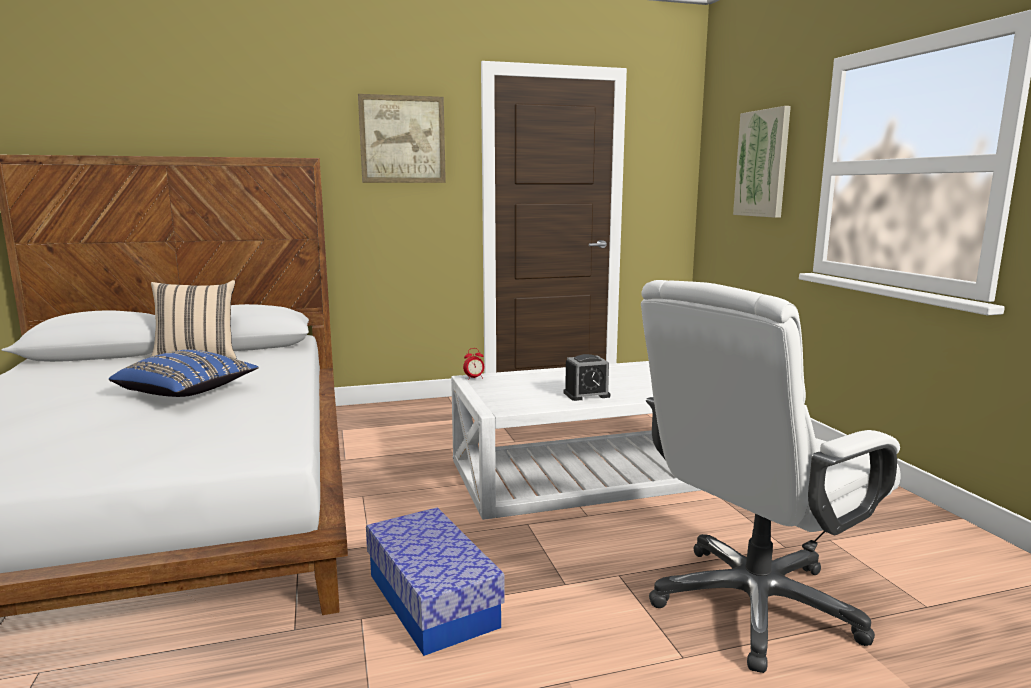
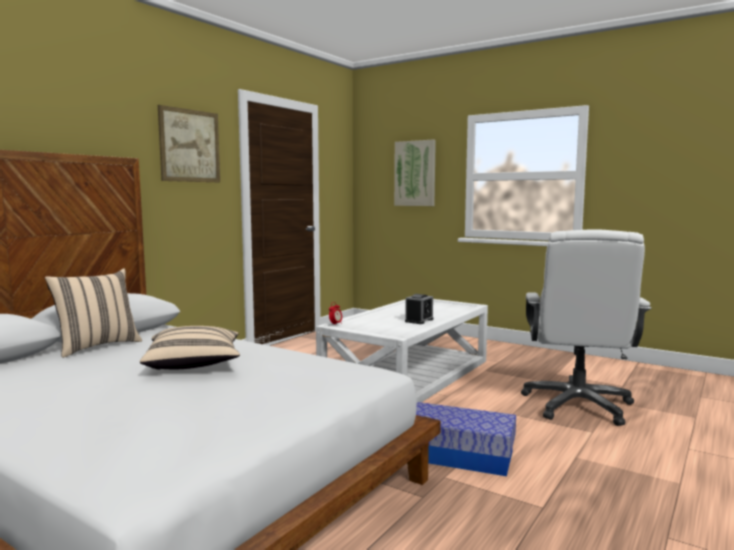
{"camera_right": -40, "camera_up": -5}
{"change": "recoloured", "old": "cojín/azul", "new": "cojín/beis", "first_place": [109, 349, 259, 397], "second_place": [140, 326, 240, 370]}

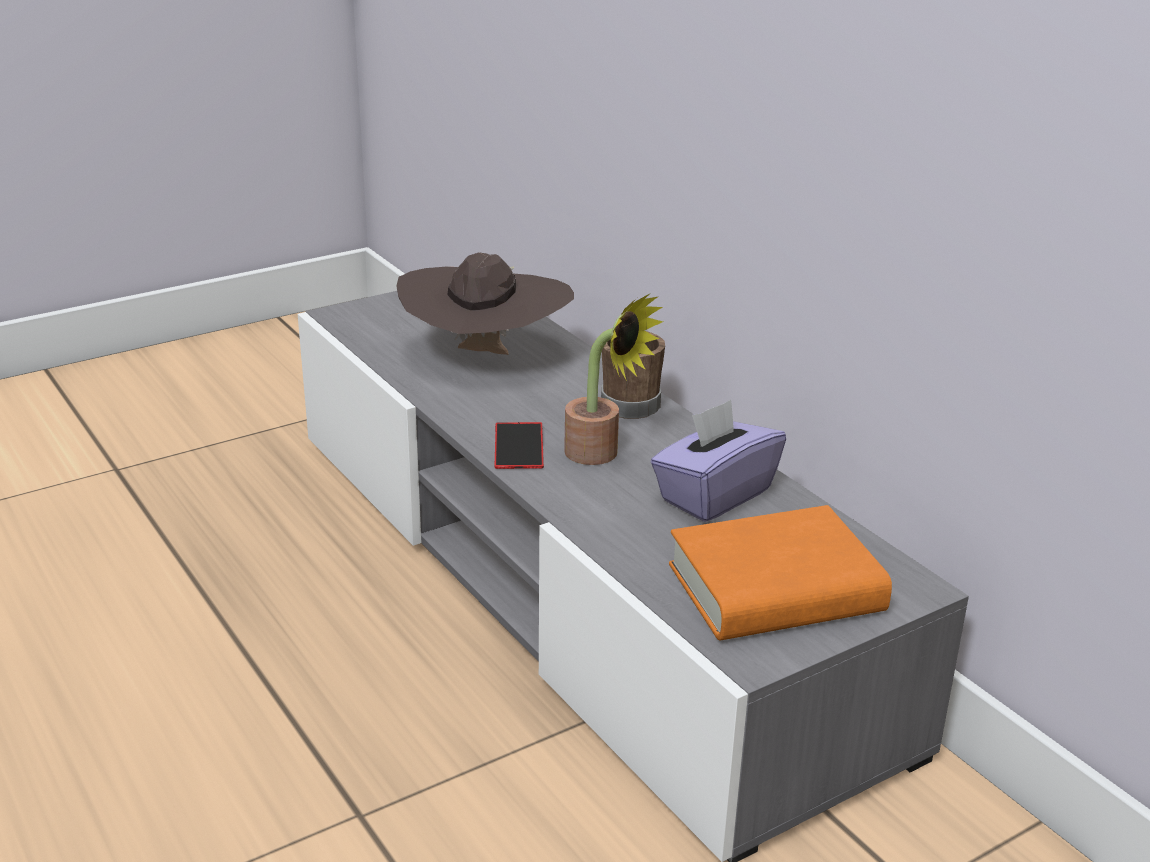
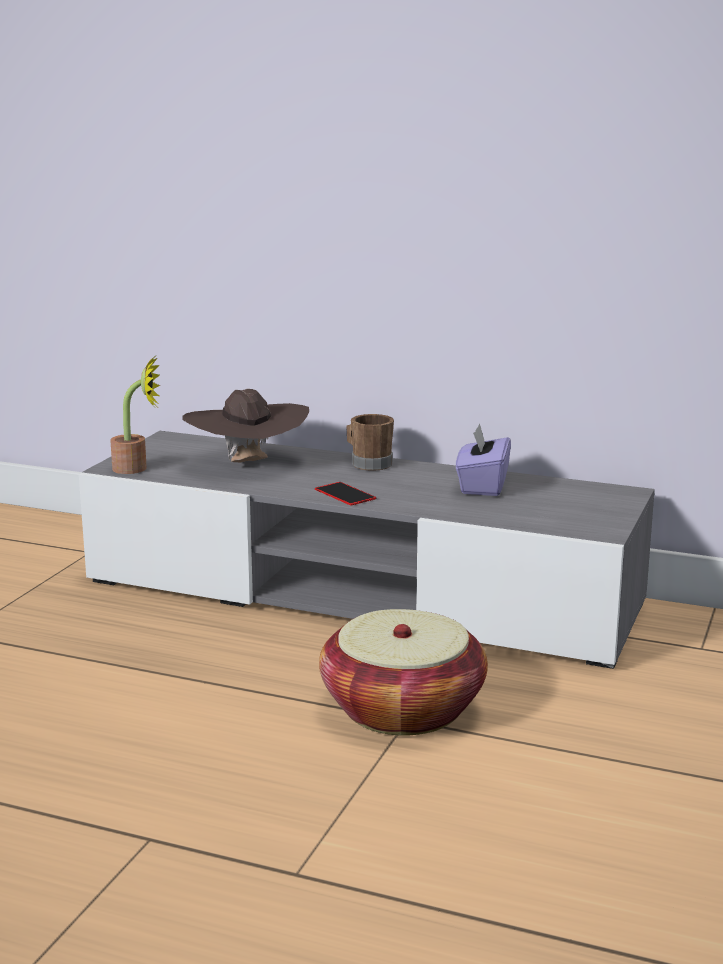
{"camera_right": -35, "camera_up": -10}
{"change": "removed", "old": "libro/naranja", "first_place": [669, 505, 892, 641]}
{"change": "added", "new": "cesta", "second_place": [319, 609, 488, 736]}
{"change": "moved", "old": "planta en maceta", "first_place": [564, 293, 663, 465], "second_place": [110, 356, 160, 474]}

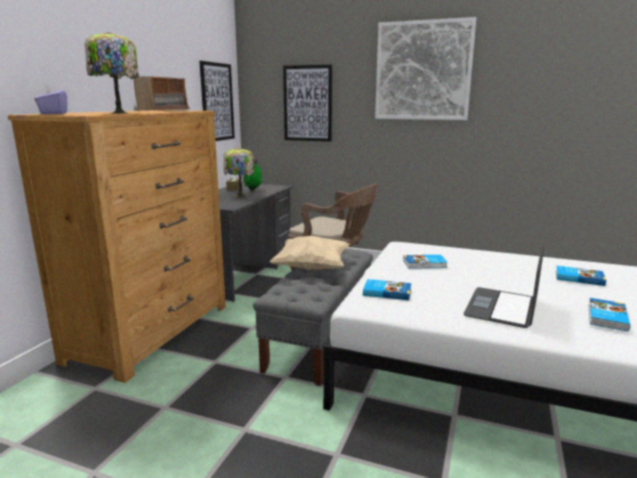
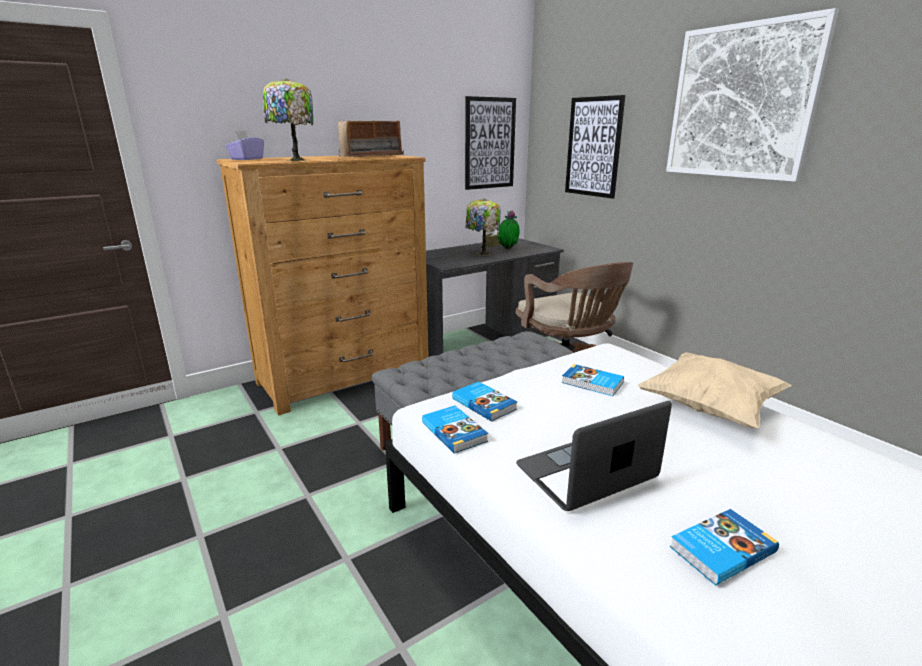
{"camera_right": 35, "camera_up": 5}
{"change": "moved", "old": "cojín/beis", "first_place": [269, 236, 350, 270], "second_place": [638, 352, 791, 428]}
{"change": "moved", "old": "libro", "first_place": [556, 266, 606, 286], "second_place": [422, 406, 488, 454]}

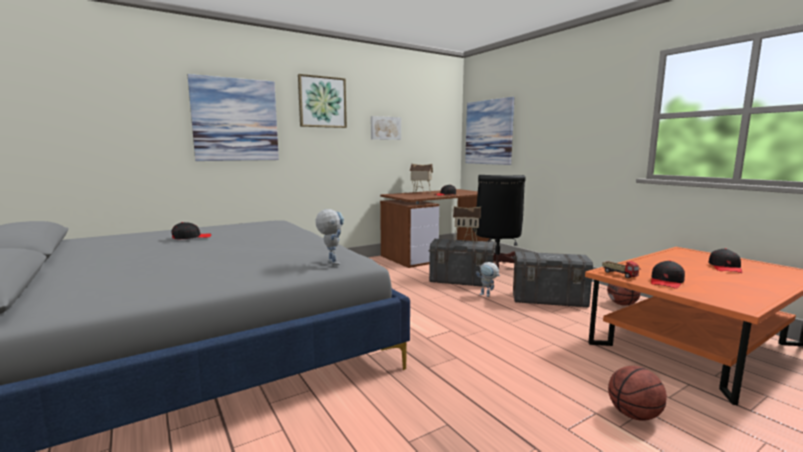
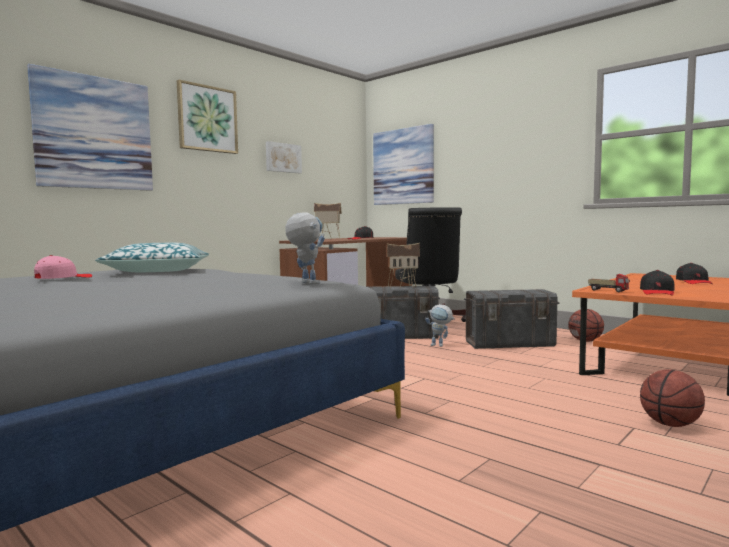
{"camera_right": -15, "camera_up": -5}
{"change": "added", "new": "cojín", "second_place": [95, 243, 209, 272]}
{"change": "recoloured", "old": "gorra/negro", "new": "gorra/rosa", "first_place": [171, 222, 211, 239], "second_place": [34, 255, 92, 279]}

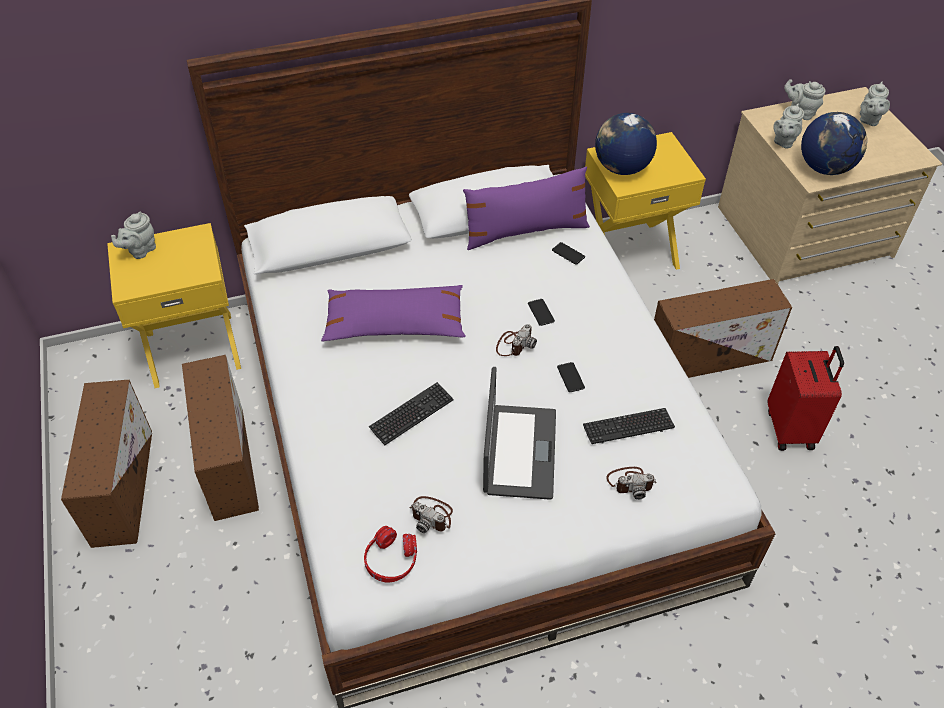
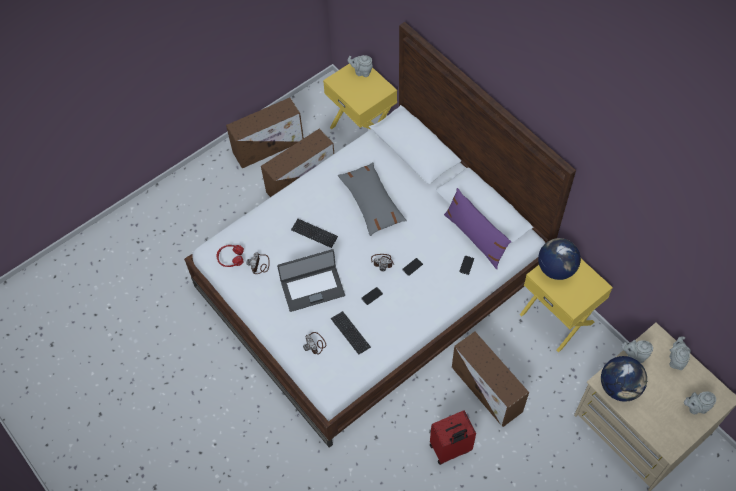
{"camera_right": 70, "camera_up": 10}
{"change": "recoloured", "old": "cojín/morado", "new": "cojín/gris", "first_place": [321, 285, 466, 342], "second_place": [338, 163, 407, 236]}

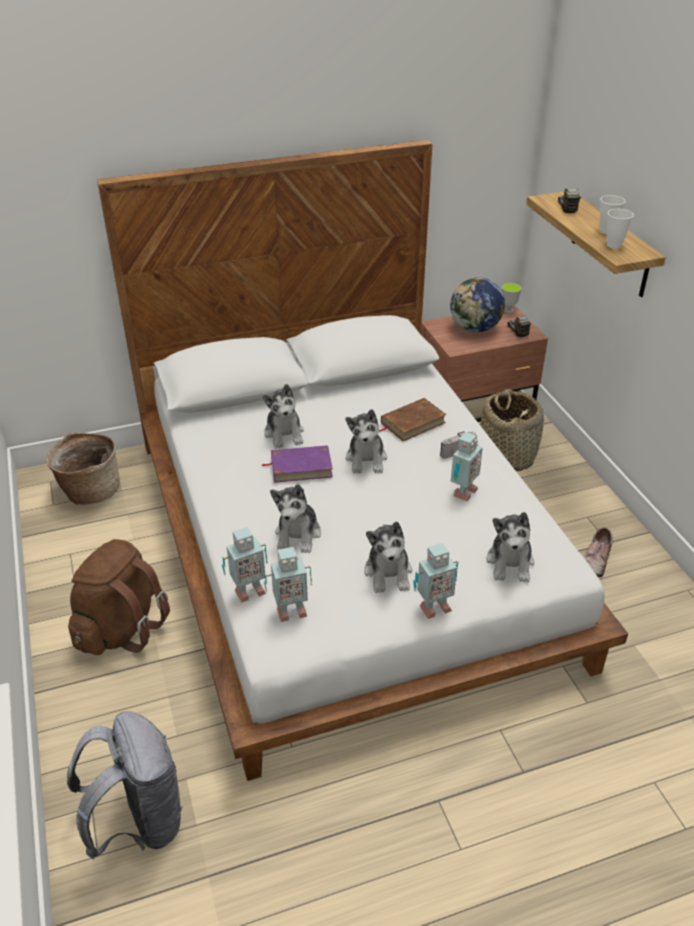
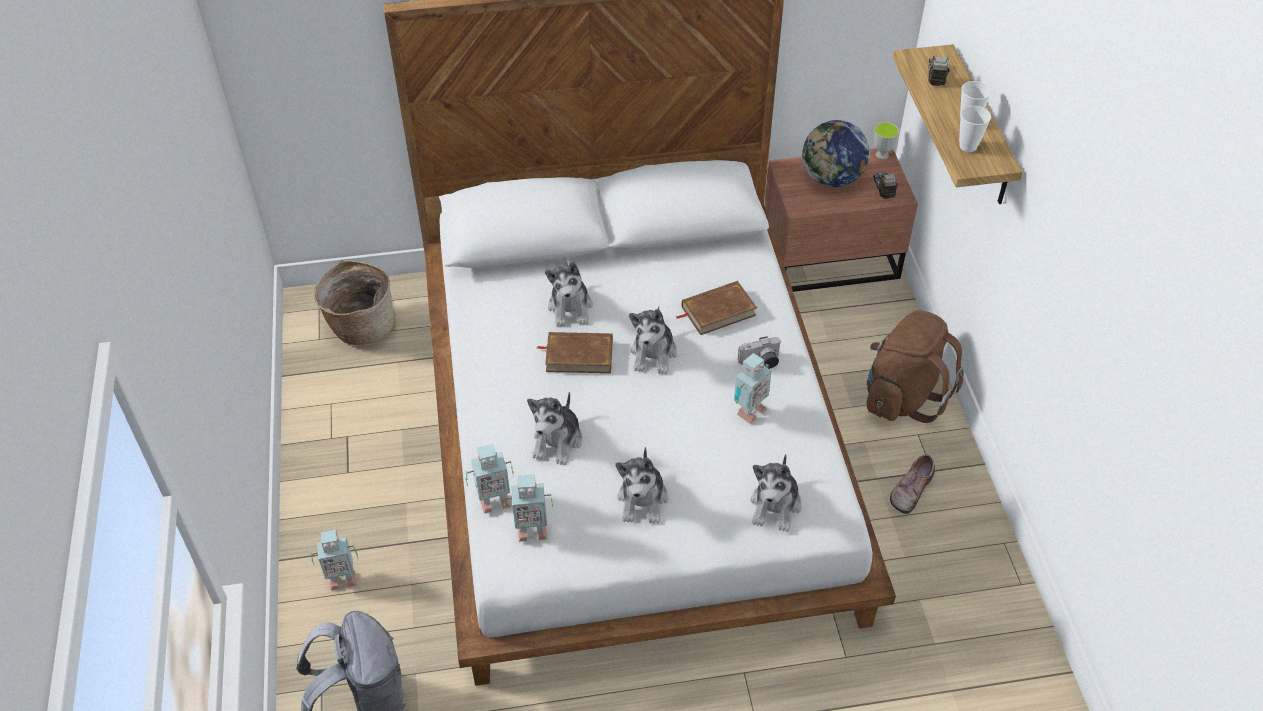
{"camera_right": 10, "camera_up": 10}
{"change": "removed", "old": "cesta", "first_place": [480, 389, 544, 471]}
{"change": "moved", "old": "mochila/marrón", "first_place": [68, 539, 170, 655], "second_place": [867, 310, 964, 423]}
{"change": "moved", "old": "robot de juguete", "first_place": [414, 543, 458, 619], "second_place": [311, 530, 358, 590]}
{"change": "recoloured", "old": "libro/morado", "new": "libro/marrón", "first_place": [262, 445, 333, 483], "second_place": [537, 332, 613, 373]}

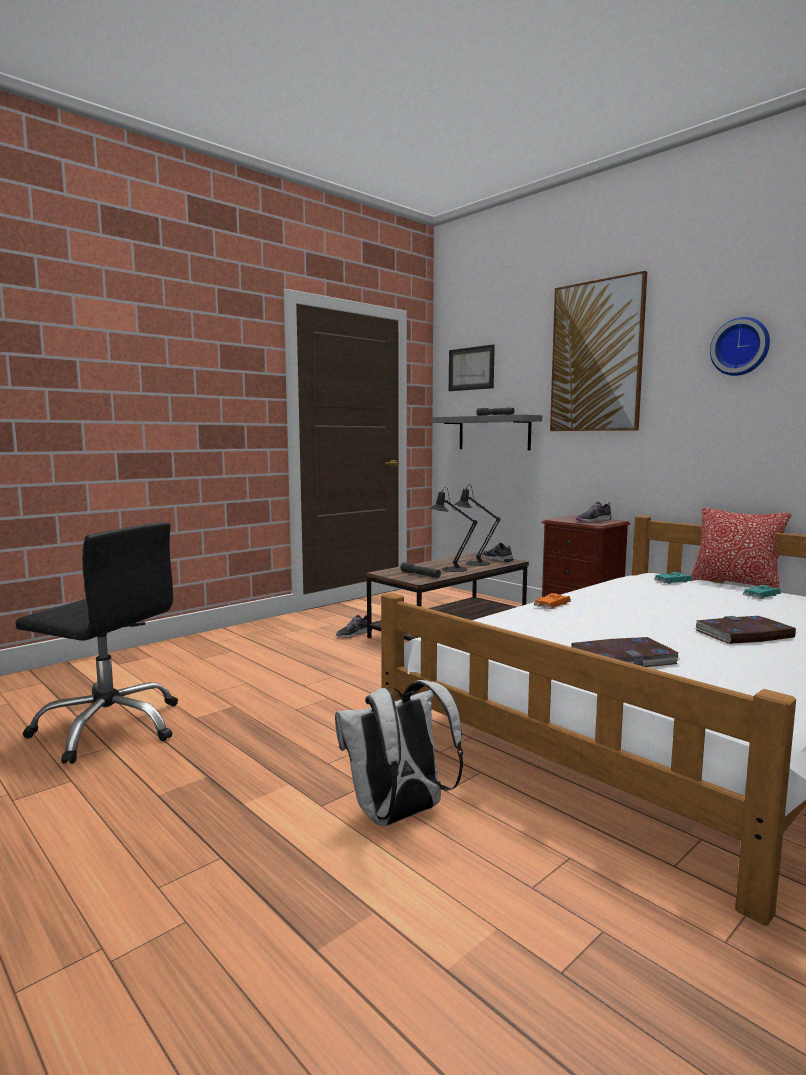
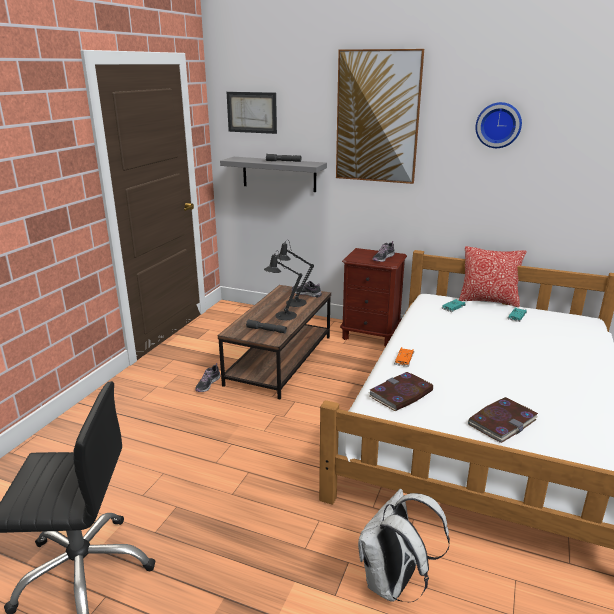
{"camera_right": -25, "camera_up": 15}
{"change": "moved", "old": "libro", "first_place": [695, 616, 796, 644], "second_place": [369, 372, 433, 411]}

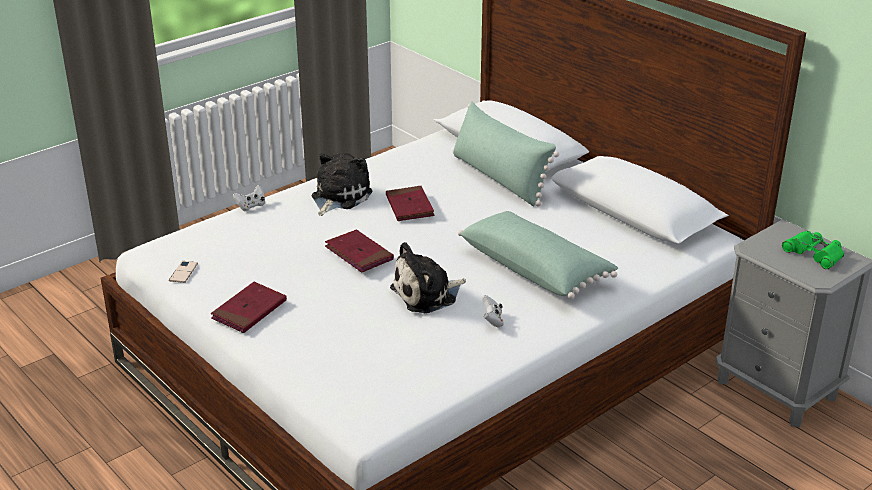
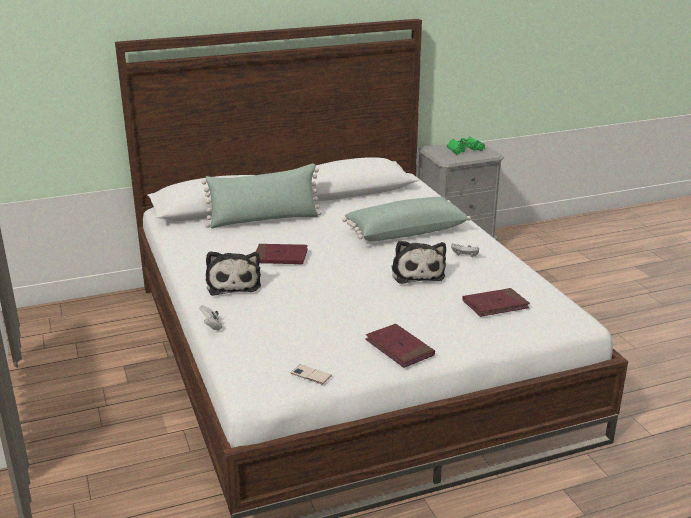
{"camera_right": -70, "camera_up": -5}
{"change": "moved", "old": "libro/rojo", "first_place": [325, 230, 394, 273], "second_place": [462, 288, 530, 317]}
{"change": "turned", "old": "peluche", "first_place": [311, 153, 373, 216], "second_place": [206, 251, 261, 296], "degrees": -150}

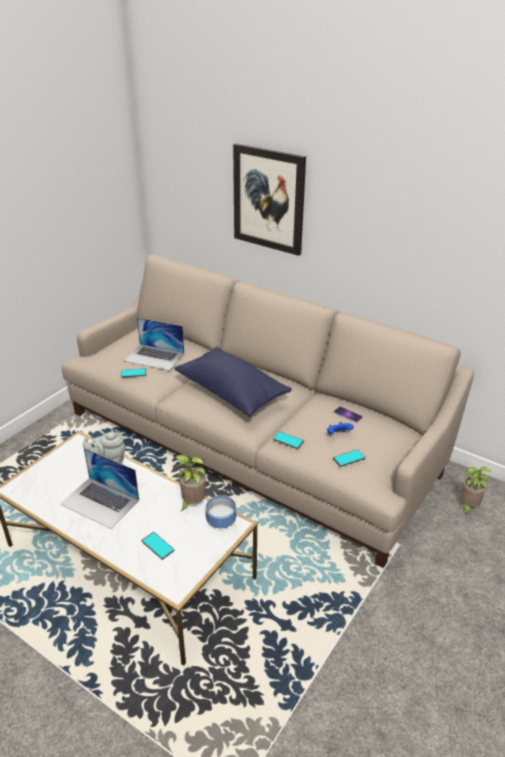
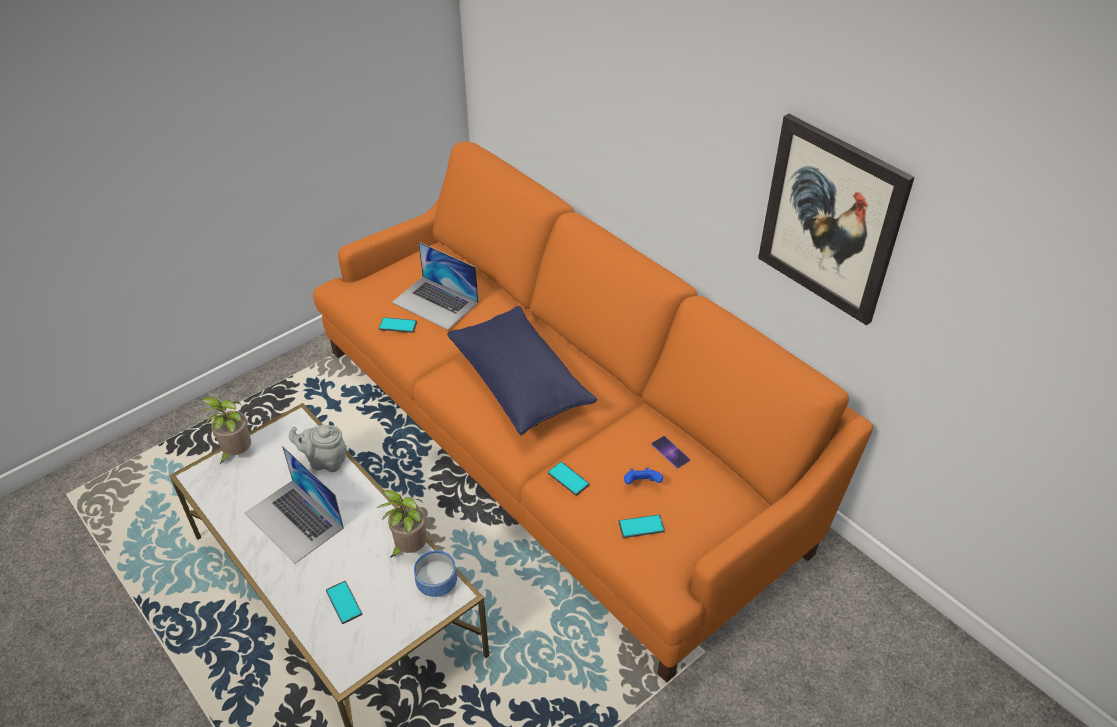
{"camera_right": 15, "camera_up": 10}
{"change": "moved", "old": "cuadro", "first_place": [233, 143, 306, 256], "second_place": [758, 114, 915, 326]}
{"change": "moved", "old": "planta en maceta", "first_place": [461, 467, 492, 515], "second_place": [199, 397, 251, 464]}
{"change": "recoloured", "old": "sofá/beis", "new": "sofá/naranja", "first_place": [62, 255, 474, 568], "second_place": [313, 142, 873, 683]}

